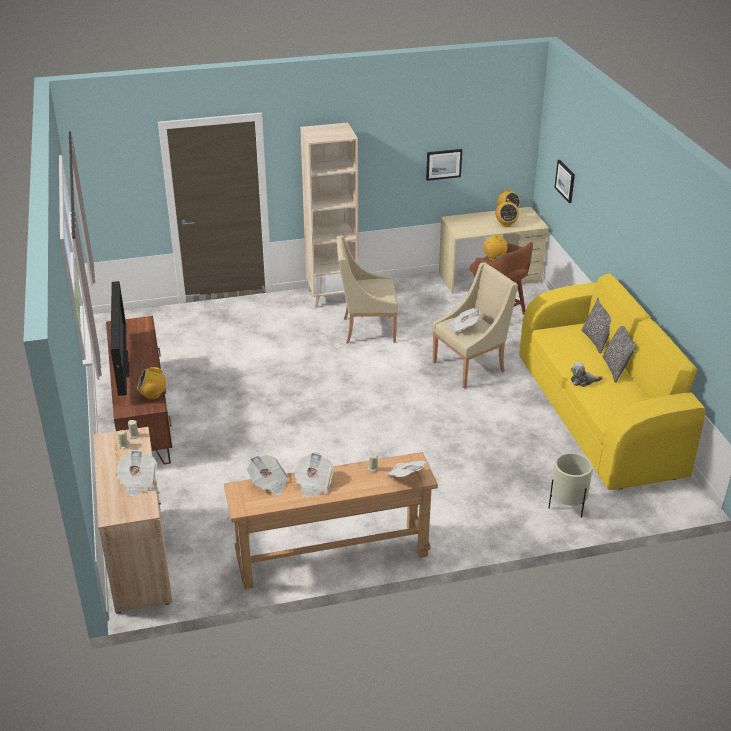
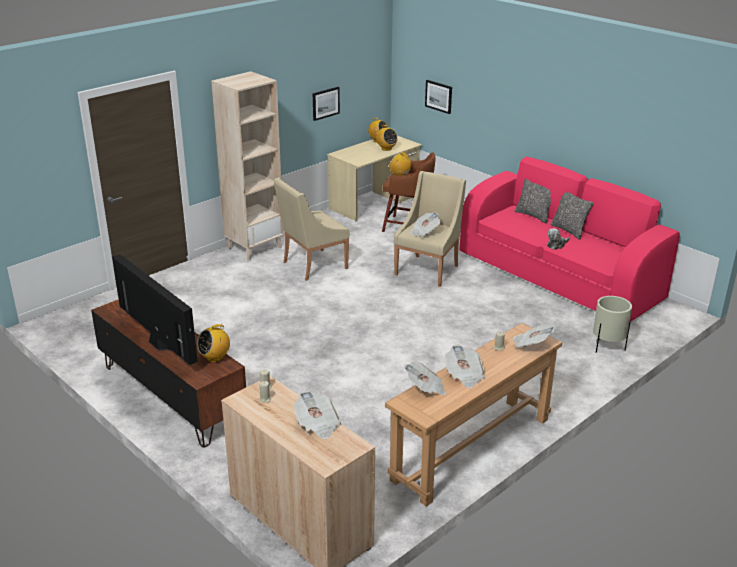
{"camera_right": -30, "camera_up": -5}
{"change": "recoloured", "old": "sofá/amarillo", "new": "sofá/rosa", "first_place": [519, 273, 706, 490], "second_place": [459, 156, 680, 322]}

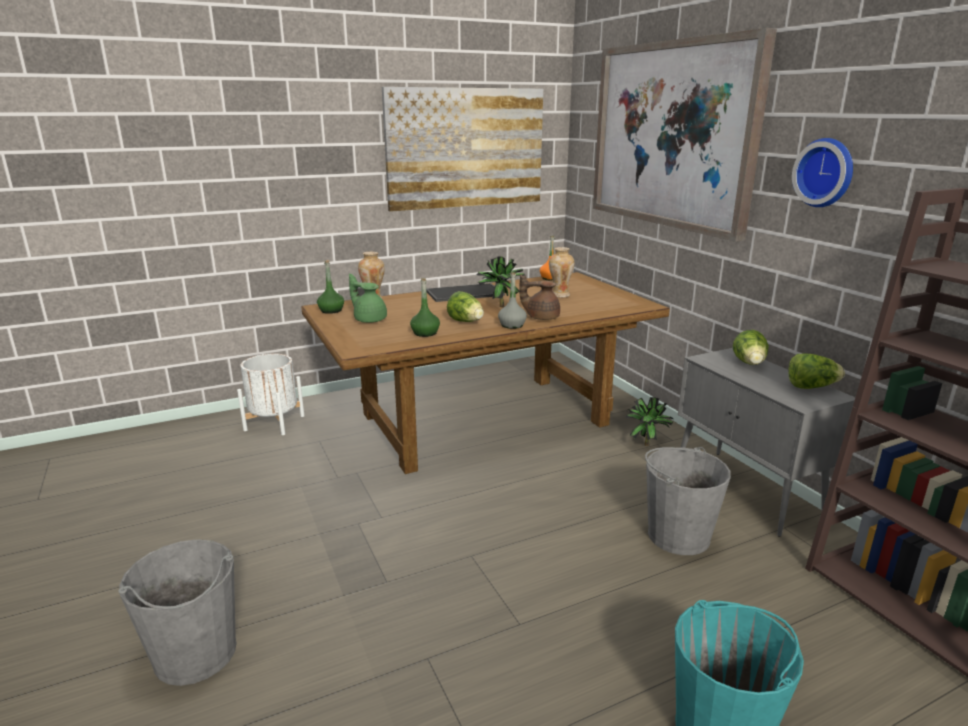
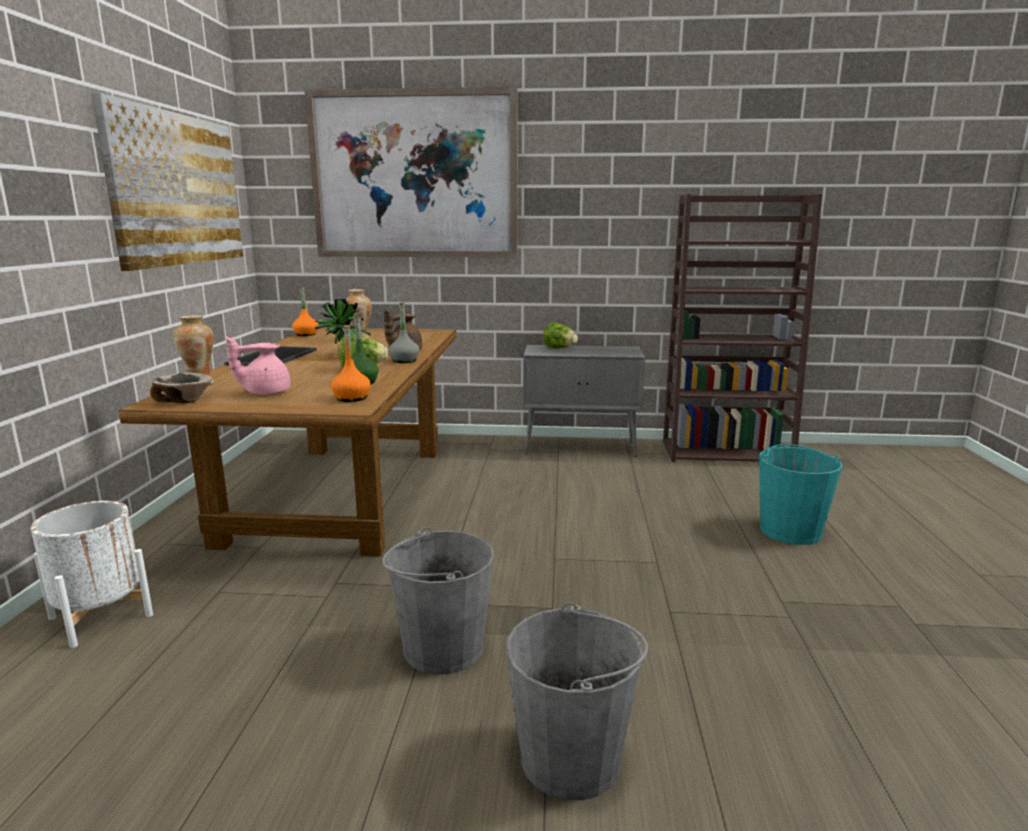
{"camera_right": -60, "camera_up": -5}
{"change": "removed", "old": "planta en maceta", "first_place": [625, 397, 673, 446]}
{"change": "removed", "old": "lechuga", "first_place": [788, 354, 845, 389]}
{"change": "removed", "old": "reloj de pared", "first_place": [792, 138, 853, 207]}
{"change": "added", "new": "botella/naranja", "second_place": [331, 325, 370, 402]}
{"change": "moved", "old": "cubo/gris", "first_place": [645, 447, 731, 555], "second_place": [382, 527, 494, 675]}
{"change": "replaced", "old": "botella/verde", "new": "cuenco", "first_place": [317, 260, 344, 314], "second_place": [150, 373, 212, 403]}
{"change": "recoloured", "old": "tetera/verde", "new": "tetera/rosa", "first_place": [349, 274, 387, 323], "second_place": [226, 337, 291, 395]}

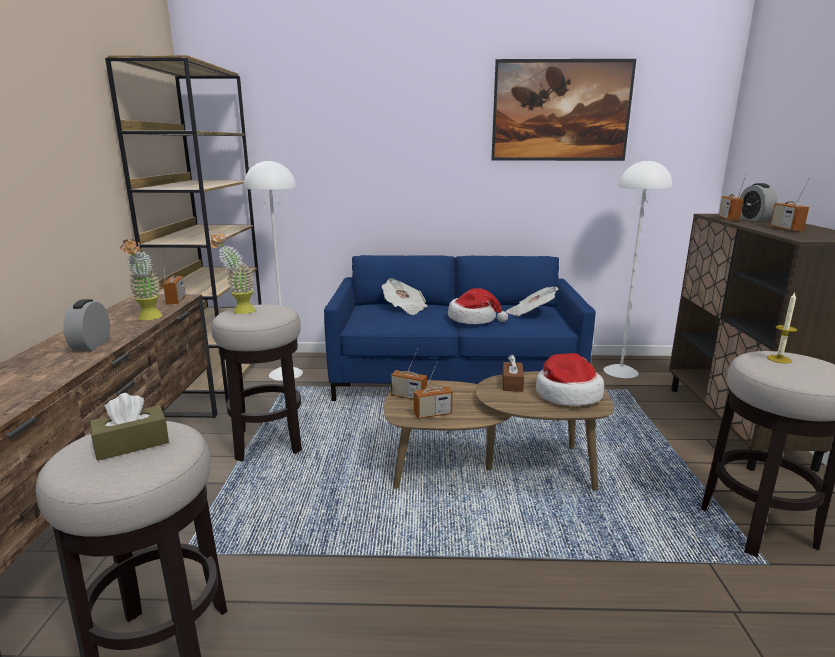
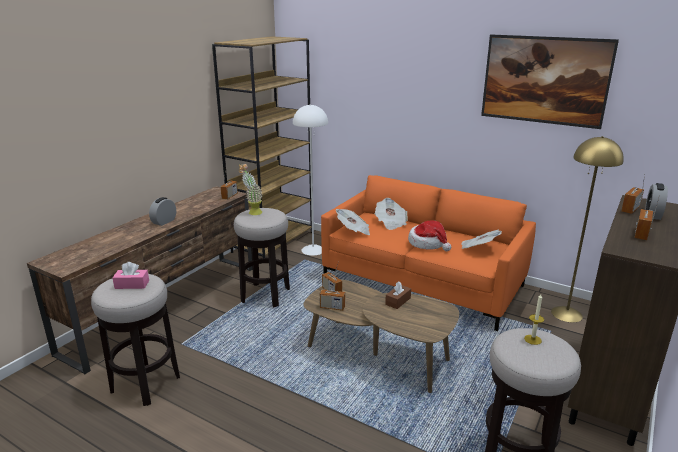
{"camera_right": 30, "camera_up": 5}
{"change": "removed", "old": "planta en maceta", "first_place": [120, 239, 162, 320]}
{"change": "removed", "old": "sombrero", "first_place": [536, 353, 604, 406]}
{"change": "added", "new": "periódico", "second_place": [336, 209, 370, 235]}
{"change": "recoloured", "old": "caja de pañuelos/marrón", "new": "caja de pañuelos/rosa", "first_place": [90, 393, 169, 461], "second_place": [112, 262, 149, 289]}
{"change": "recoloured", "old": "sofá/azul", "new": "sofá/naranja", "first_place": [324, 255, 596, 401], "second_place": [321, 175, 536, 331]}
{"change": "recoloured", "old": "lámpara de pie/blanco", "new": "lámpara de pie/amarillo", "first_place": [603, 159, 672, 378], "second_place": [551, 136, 624, 323]}

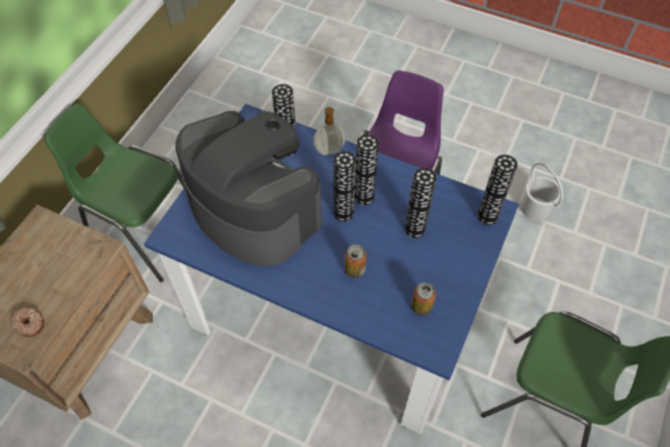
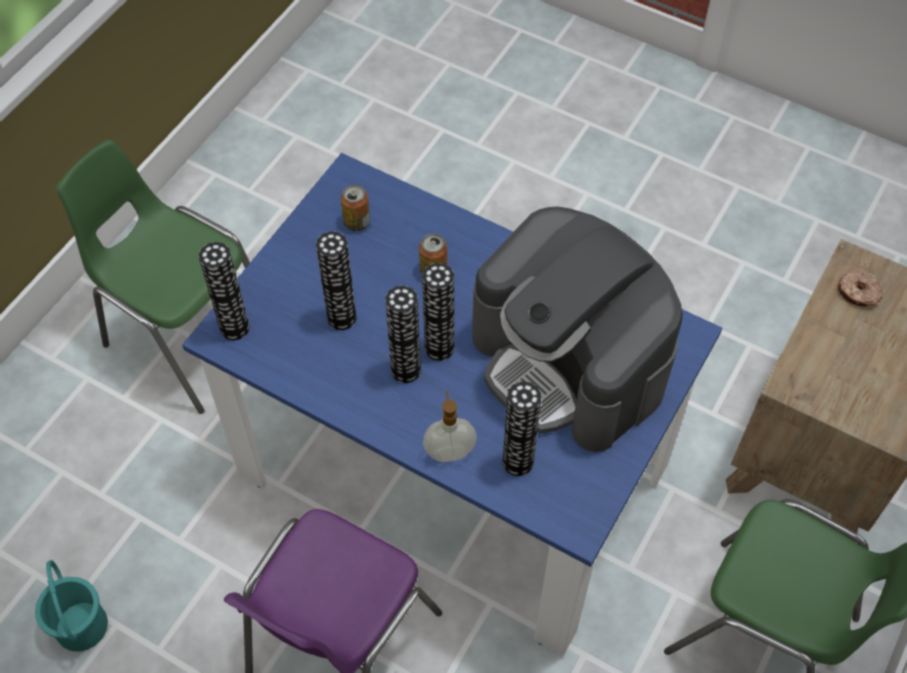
{"camera_right": -175, "camera_up": 0}
{"change": "recoloured", "old": "cubo/blanco", "new": "cubo/turquesa", "first_place": [521, 163, 563, 221], "second_place": [35, 560, 108, 652]}

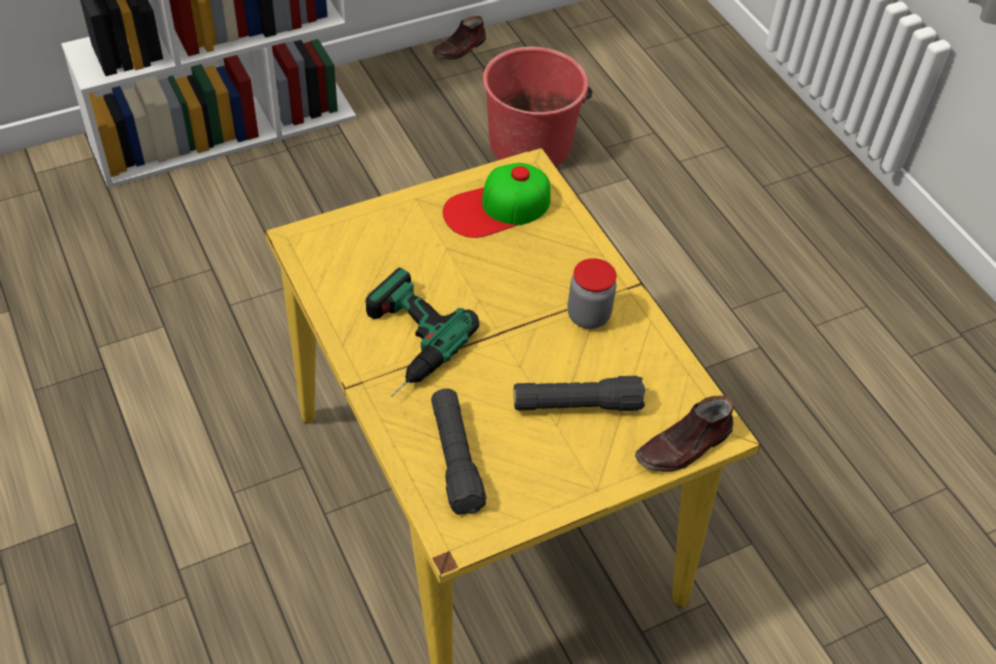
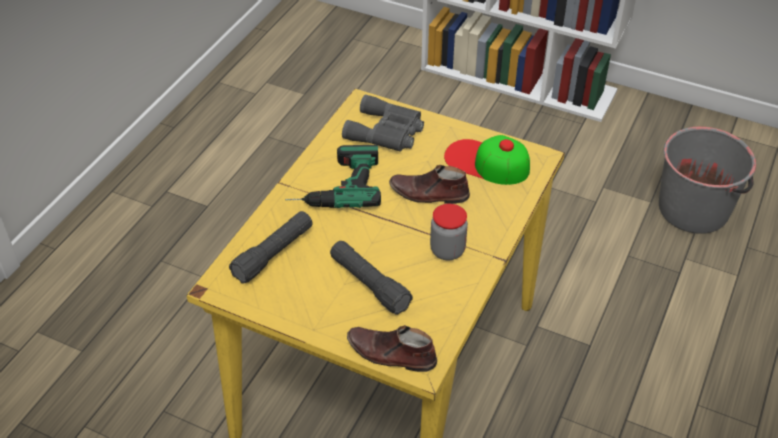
{"camera_right": 55, "camera_up": -5}
{"change": "added", "new": "prismáticos/gris", "second_place": [342, 95, 424, 152]}
{"change": "moved", "old": "zapato/marrón", "first_place": [432, 16, 486, 60], "second_place": [389, 165, 470, 204]}
{"change": "recoloured", "old": "cubo/rojo", "new": "cubo/gris", "first_place": [483, 47, 592, 166], "second_place": [659, 127, 756, 234]}

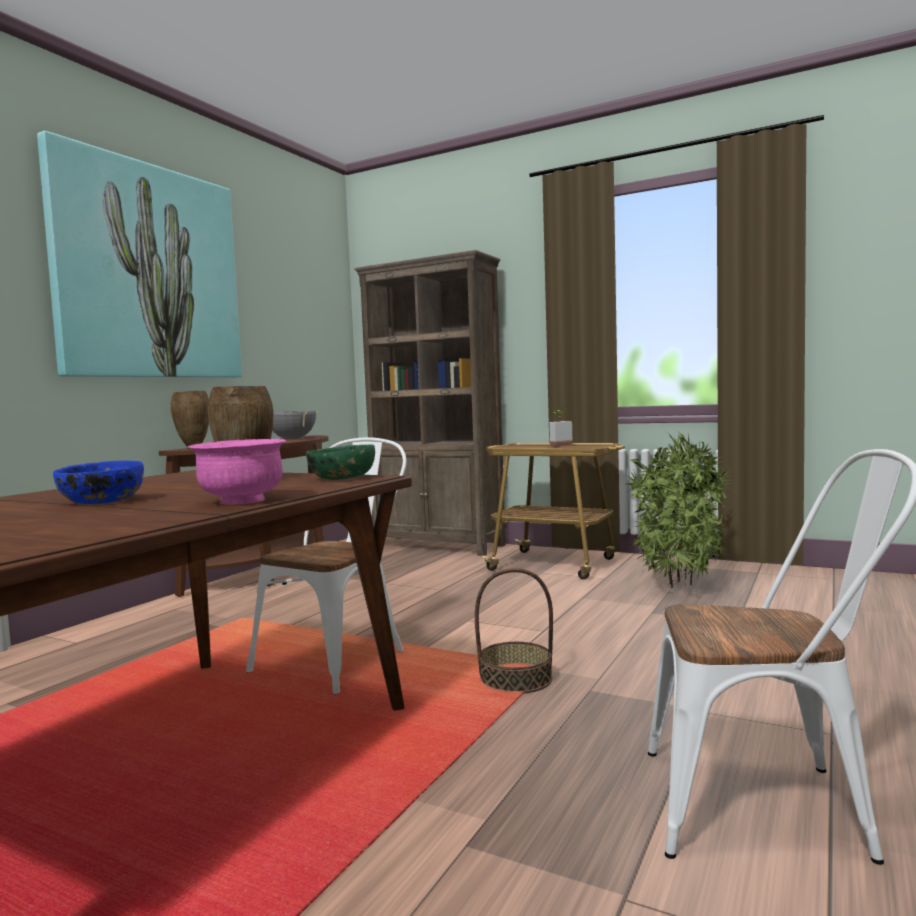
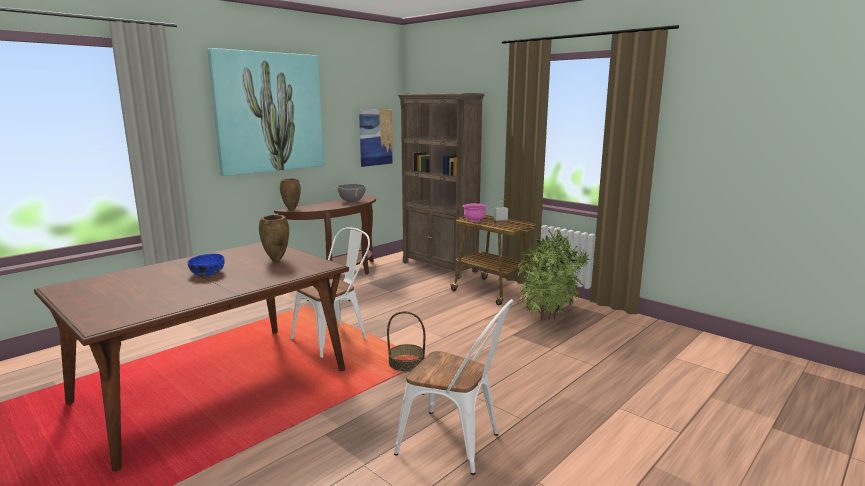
{"camera_right": 15, "camera_up": 10}
{"change": "removed", "old": "cuenco/verde", "first_place": [306, 444, 375, 480]}
{"change": "added", "new": "cuadro", "second_place": [359, 109, 393, 167]}
{"change": "moved", "old": "cuenco/rosa", "first_place": [188, 439, 286, 504], "second_place": [463, 203, 487, 222]}

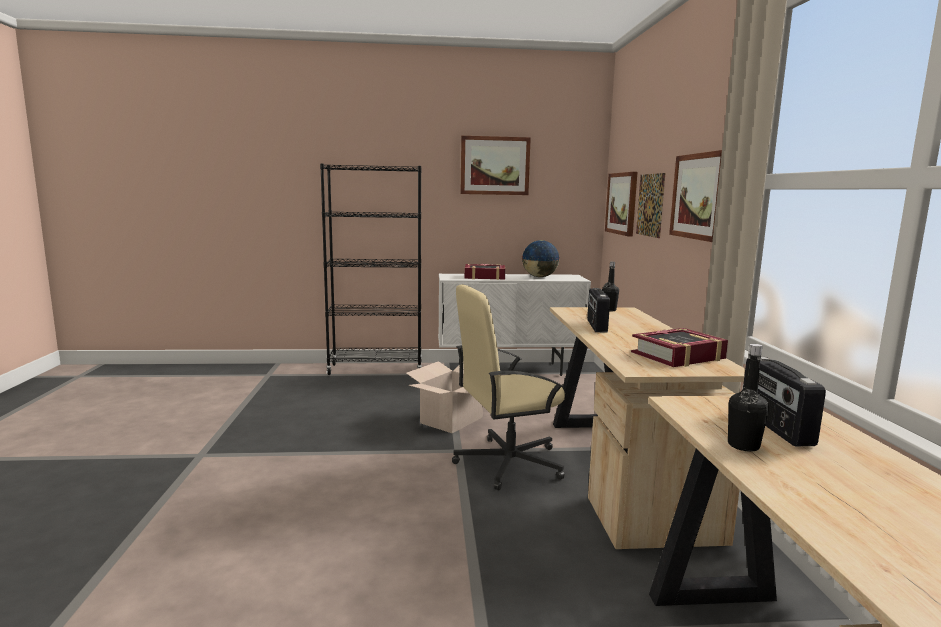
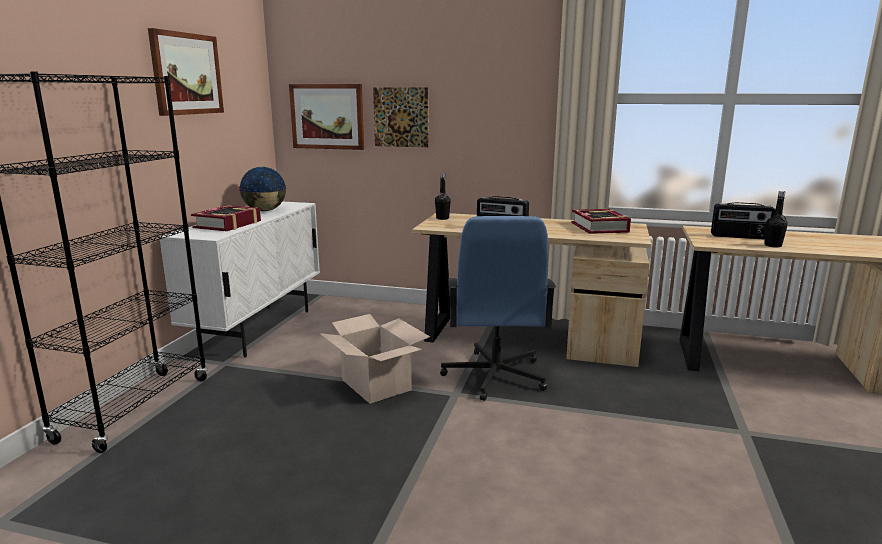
{"camera_right": -70, "camera_up": 5}
{"change": "removed", "old": "cuadro", "first_place": [669, 150, 722, 242]}
{"change": "recoloured", "old": "silla de oficina/beis", "new": "silla de oficina/azul", "first_place": [452, 284, 565, 491], "second_place": [440, 216, 556, 401]}

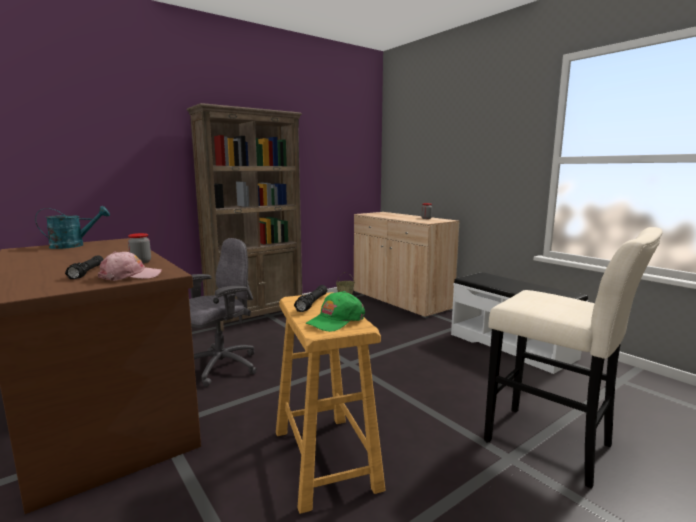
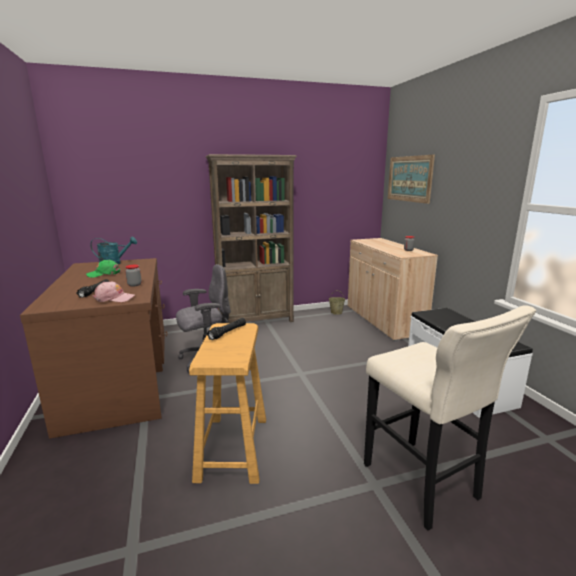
{"camera_right": 20, "camera_up": 5}
{"change": "added", "new": "cuadro", "second_place": [388, 155, 435, 204]}
{"change": "moved", "old": "gorra/verde", "first_place": [306, 291, 365, 332], "second_place": [86, 260, 121, 278]}

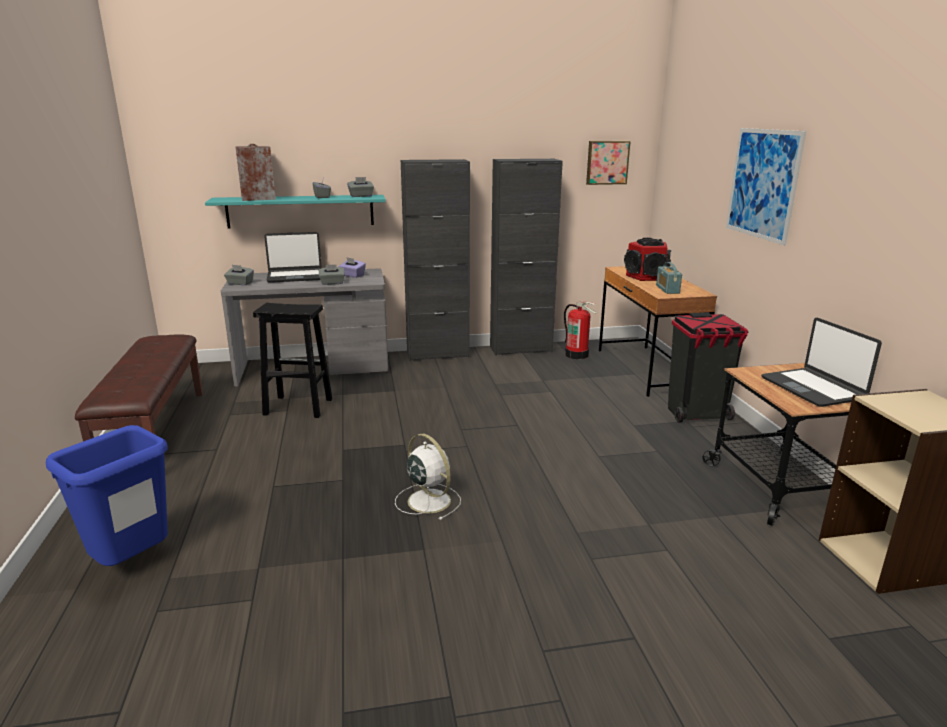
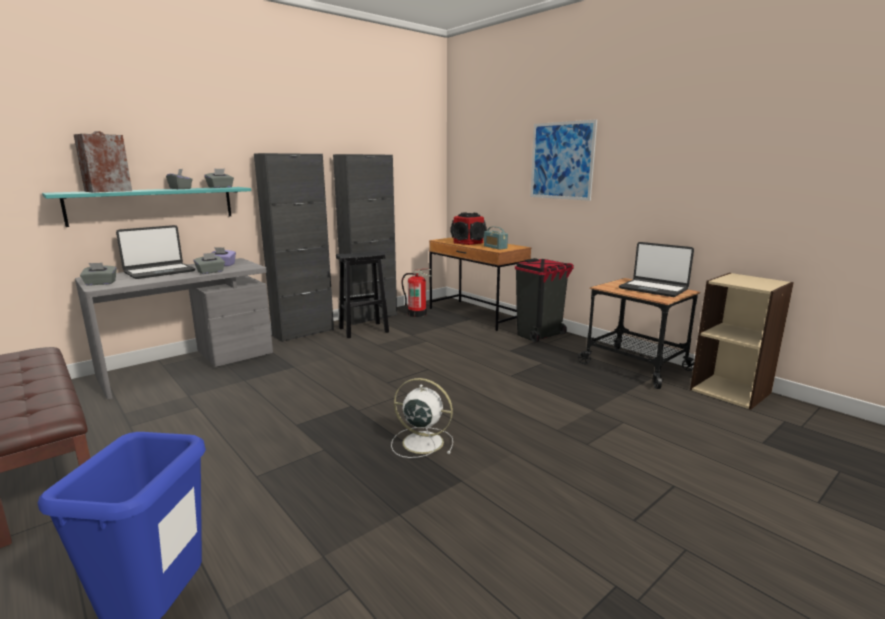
{"camera_right": -30, "camera_up": -5}
{"change": "removed", "old": "cuadro", "first_place": [586, 141, 631, 185]}
{"change": "moved", "old": "taburete/negro", "first_place": [253, 303, 332, 418], "second_place": [336, 251, 389, 338]}

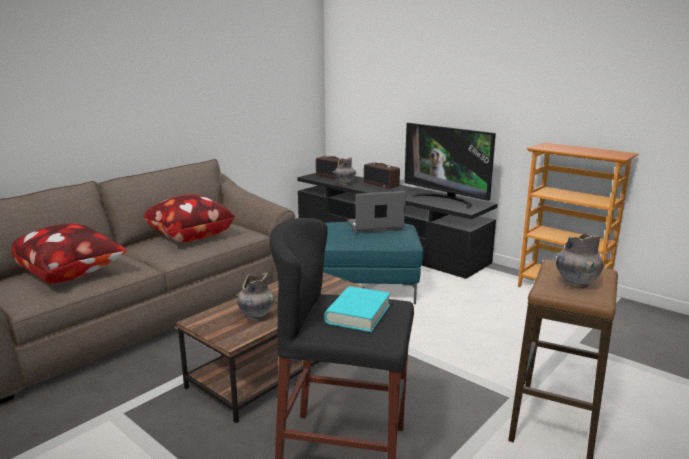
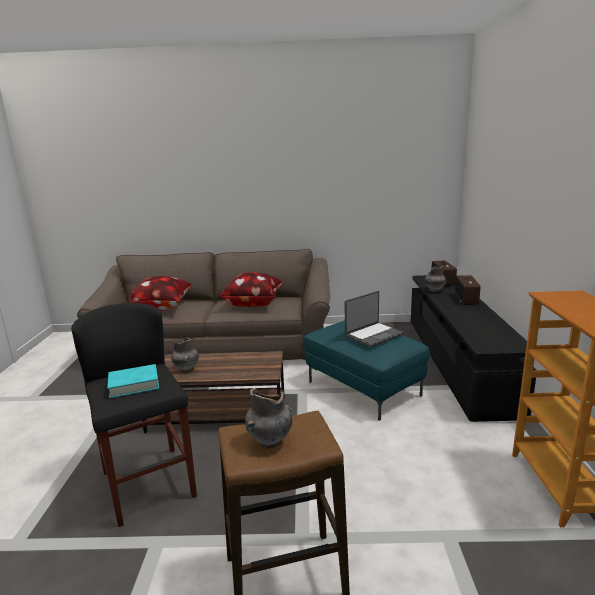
{"camera_right": 50, "camera_up": 0}
{"change": "removed", "old": "televisor", "first_place": [404, 123, 496, 209]}
{"change": "turned", "old": "portátil", "first_place": [348, 191, 406, 233], "second_place": [345, 291, 404, 348], "degrees": 105}

